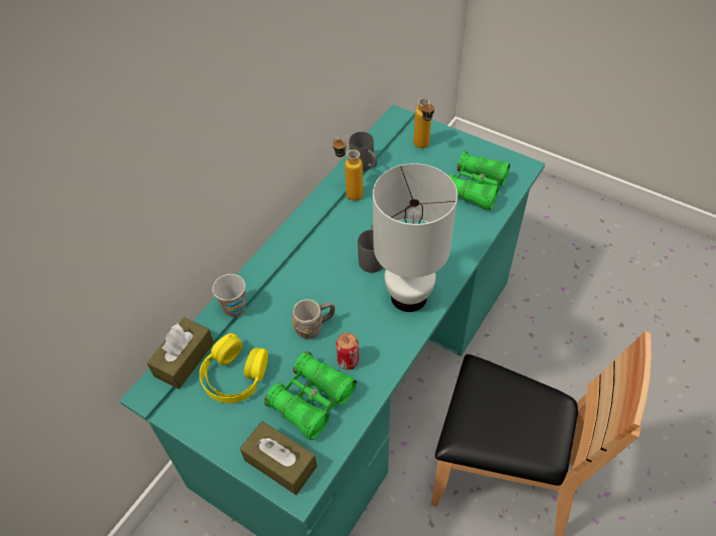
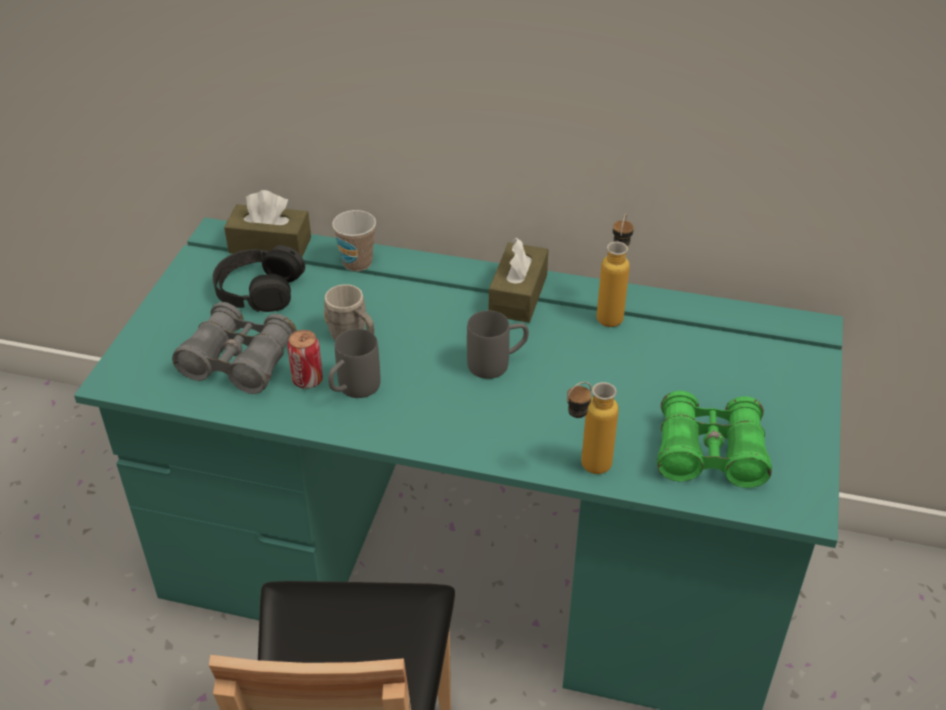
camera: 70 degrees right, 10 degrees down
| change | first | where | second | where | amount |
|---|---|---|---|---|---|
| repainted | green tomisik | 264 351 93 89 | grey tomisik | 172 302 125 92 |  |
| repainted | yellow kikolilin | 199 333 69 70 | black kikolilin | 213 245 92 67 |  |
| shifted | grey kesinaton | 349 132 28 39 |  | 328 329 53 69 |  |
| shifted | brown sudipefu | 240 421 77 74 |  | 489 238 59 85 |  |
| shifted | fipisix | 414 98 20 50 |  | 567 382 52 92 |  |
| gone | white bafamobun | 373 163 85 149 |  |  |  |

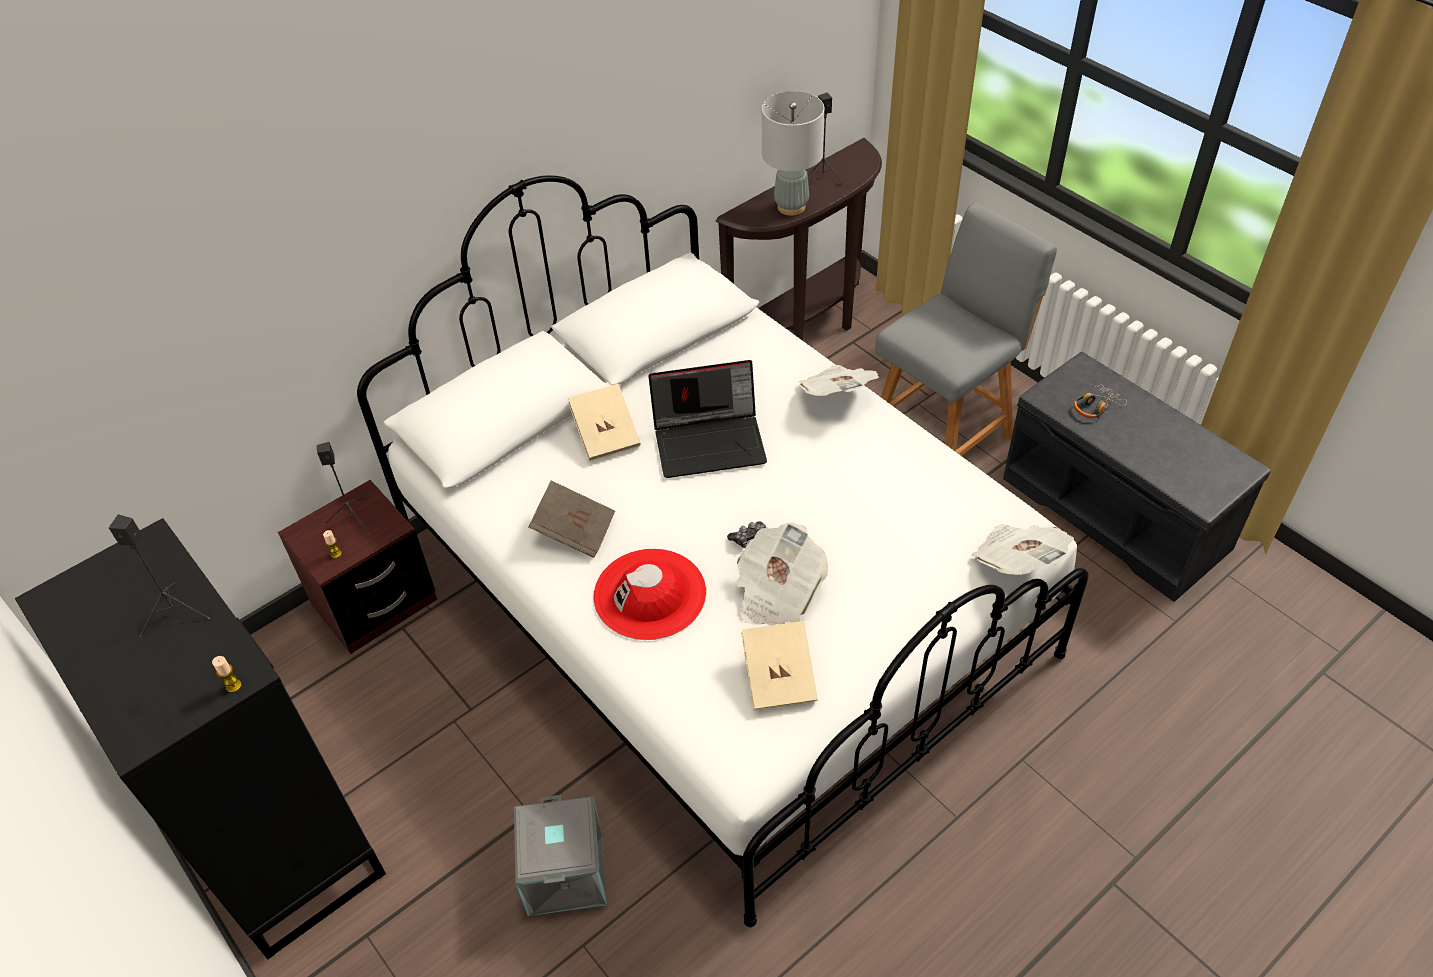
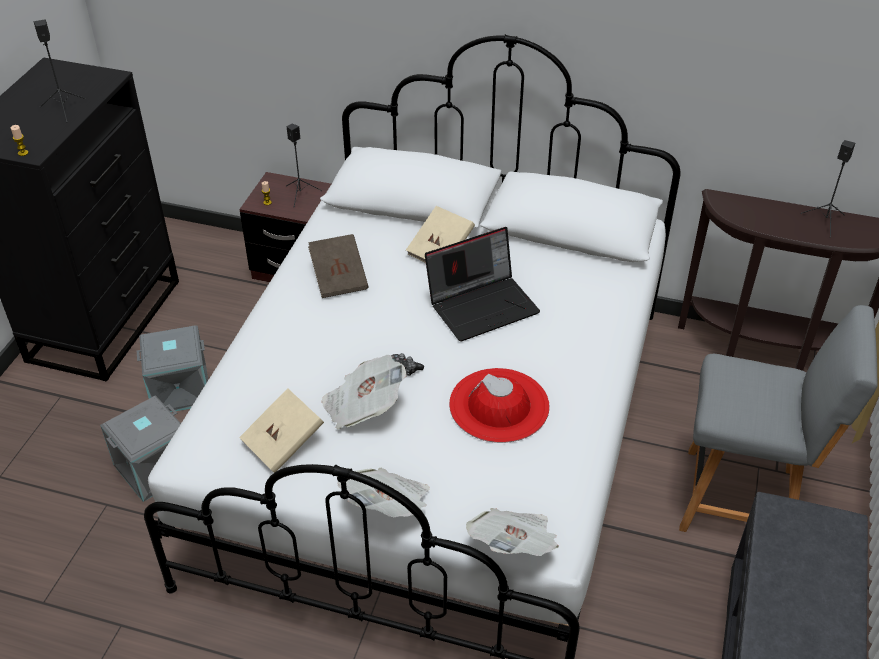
camera: 55 degrees right, 5 degrees down
| change | first | where | second | where | amount |
|---|---|---|---|---|---|
| new |  |  | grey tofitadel | 137 325 71 87 |  |
| shifted | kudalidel | 798 365 81 31 |  | 337 468 93 49 |  |
| rotated | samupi | 648 360 119 118 |  | 425 227 115 114 | 75 degrees counterclockwise |
| shifted | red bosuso | 593 549 113 91 |  | 449 368 101 75 |  |
| gone | grey bafamobun | 762 91 62 125 |  |  |  |
| gone | kikolilin | 1074 384 53 34 |  |  |  |

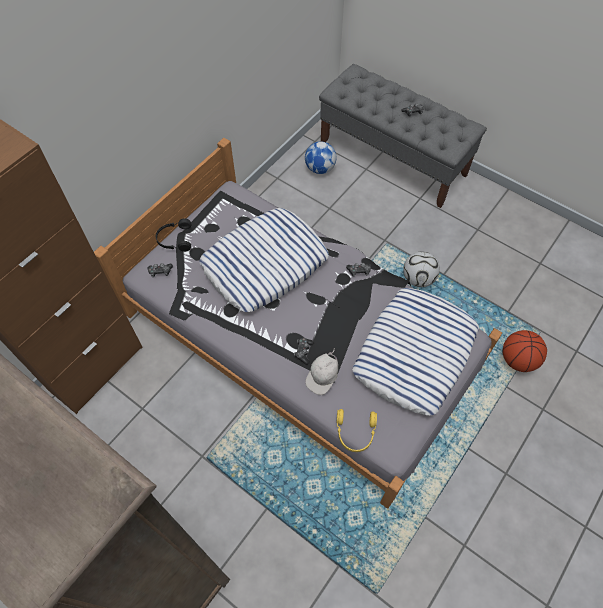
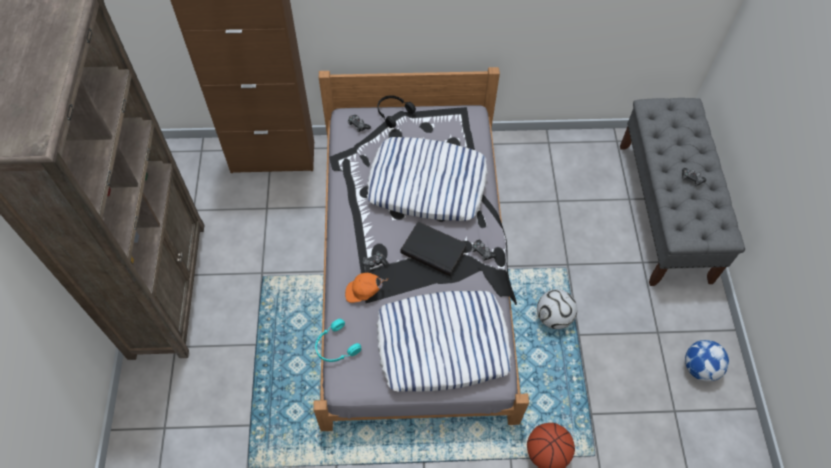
camera: 50 degrees right, 0 degrees up
| change | first | where | second | where | amount |
|---|---|---|---|---|---|
| repainted | yellow kikolilin | 337 409 40 43 | turquoise kikolilin | 315 319 47 43 |  |
| repainted | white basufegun | 305 348 33 47 | orange basufegun | 345 273 43 30 |  |
| new |  |  | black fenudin | 400 221 67 55 |  |
| shifted | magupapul | 305 141 31 33 |  | 685 340 44 42 |  |

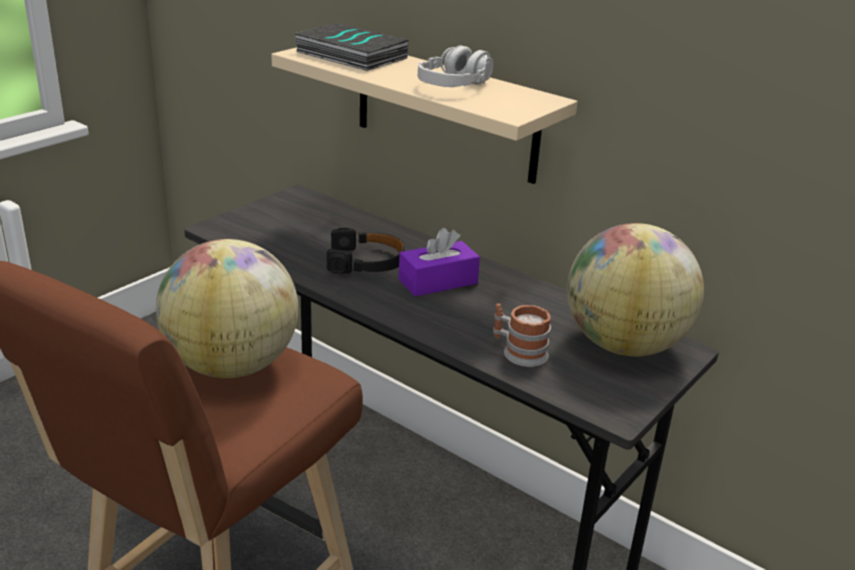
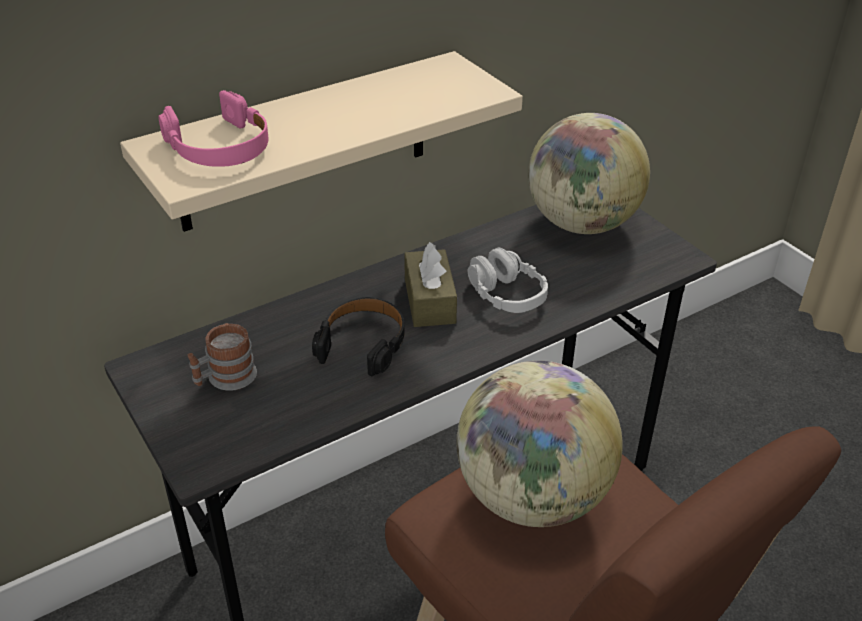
camera: 70 degrees left, 10 degrees up
| change | first | where | second | where | amount |
|---|---|---|---|---|---|
| swapped | fenudin | 294 23 114 48 | pink kikolilin | 158 90 111 77 |  |
| shifted | kesinaton | 493 303 58 64 |  | 188 323 69 68 |  |
| repainted | purple sudipefu | 399 228 81 68 | brown sudipefu | 404 242 53 85 |  |
| shifted | grey kikolilin | 418 45 75 42 |  | 467 247 81 66 |  |

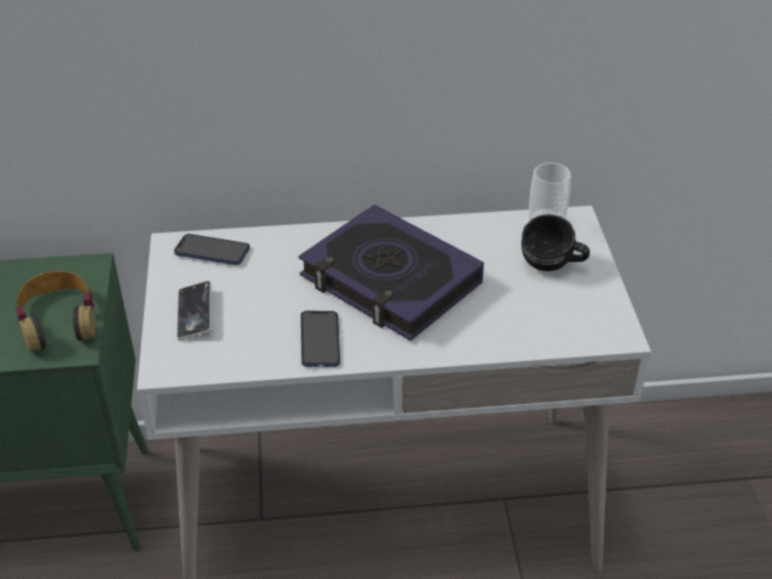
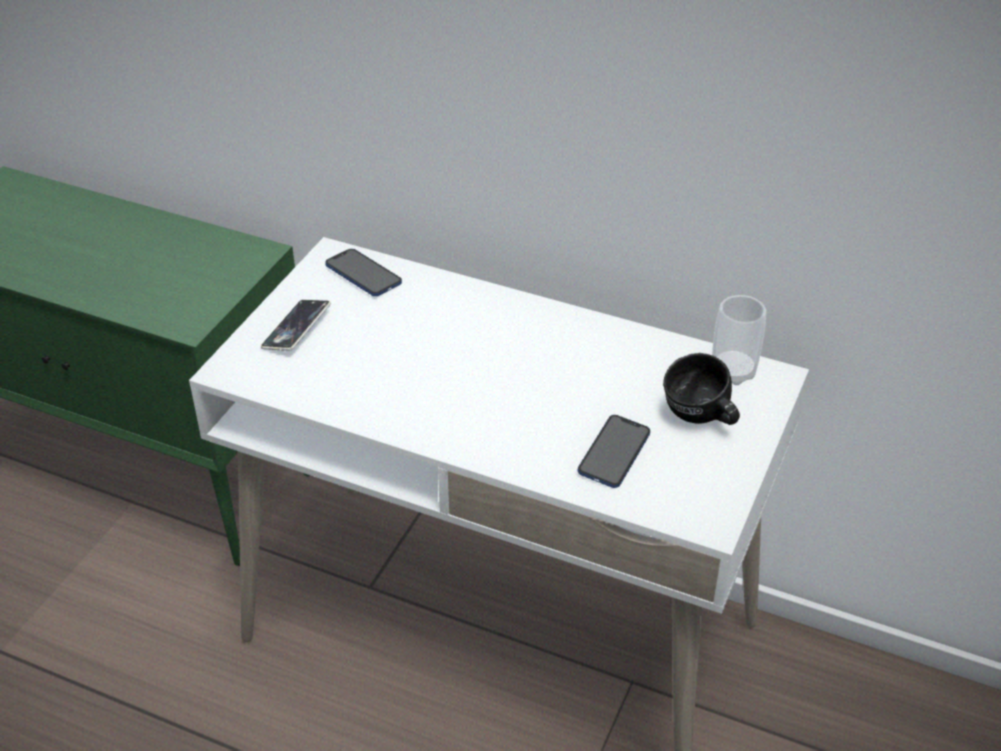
camera: 30 degrees right, 0 degrees up
| change | first | where | second | where | amount |
|---|---|---|---|---|---|
| shifted | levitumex | 301 311 39 56 |  | 578 415 72 73 |  |
| gone | kikolilin | 15 271 80 80 |  |  |  |
| gone | fenudin | 298 204 186 137 |  |  |  |

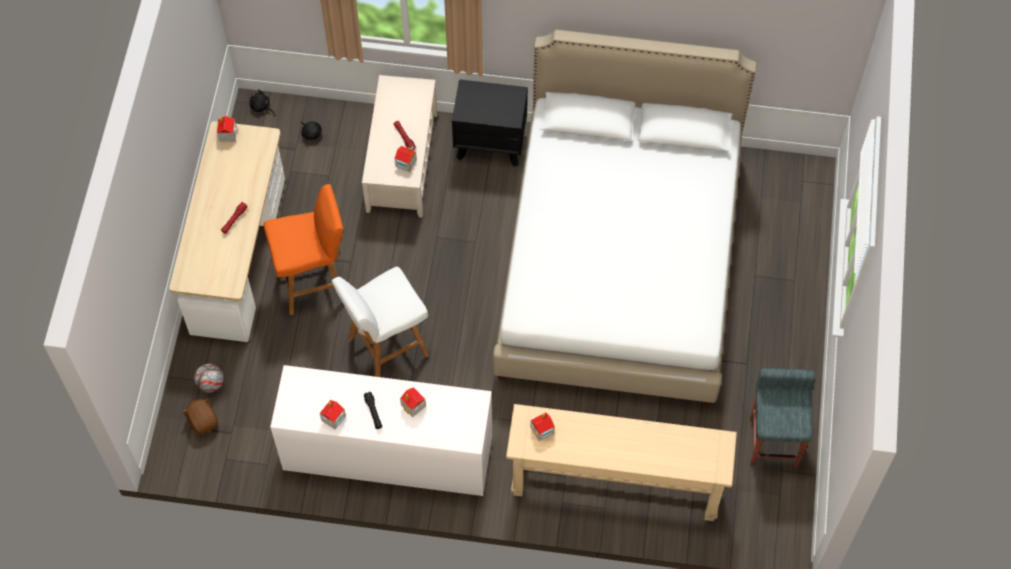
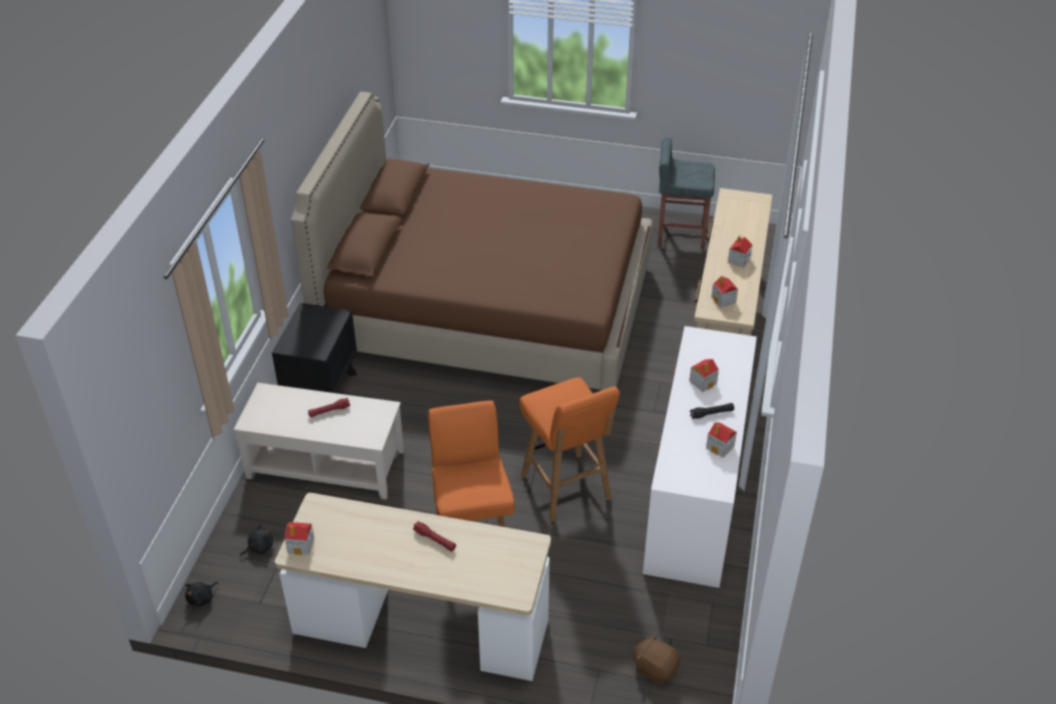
camera: 85 degrees left, 20 degrees down
| change | first | where | second | where | amount |
|---|---|---|---|---|---|
| repainted | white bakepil | 493 30 263 376 | brown bakepil | 291 92 362 298 |  |
| repainted | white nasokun | 332 267 97 110 | orange nasokun | 520 377 100 145 |  |
| rotated | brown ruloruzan | 182 398 36 37 |  | 633 633 47 51 | 60 degrees clockwise |
| shifted | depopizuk | 395 146 22 26 |  | 728 235 24 33 |  |
| gone | magupapul | 194 363 30 29 |  |  |  |

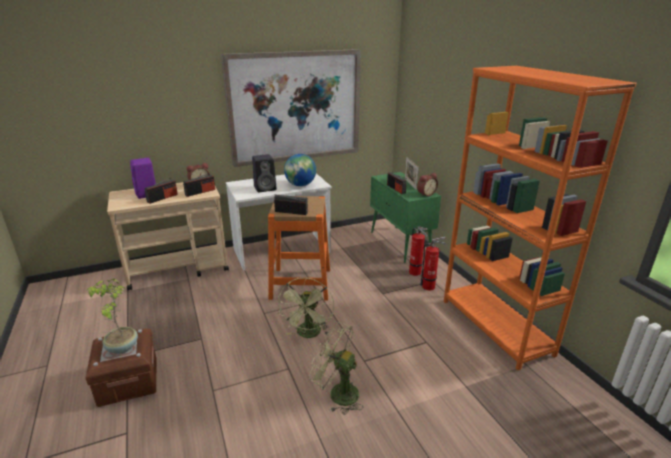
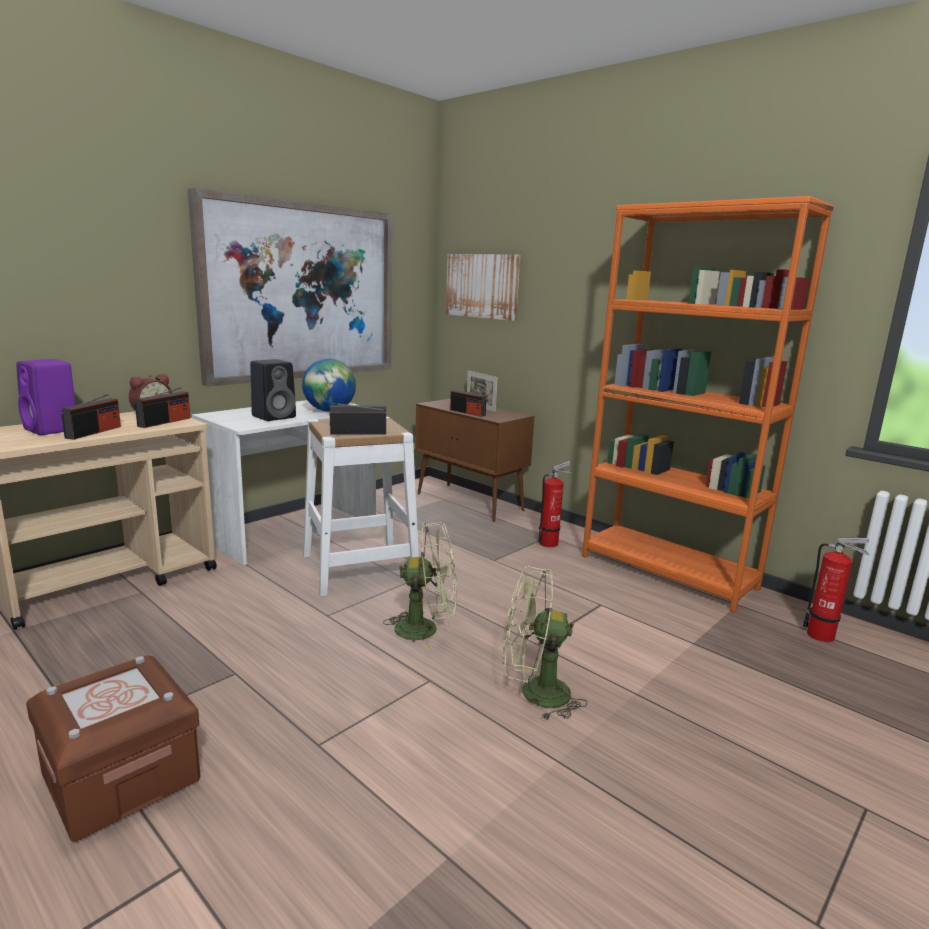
camera: 25 degrees left, 10 degrees down
| change | first | where | second | where | amount |
|---|---|---|---|---|---|
| repainted | orange nasokun | 268 196 62 104 | white nasokun | 303 417 116 179 |  |
| rotated | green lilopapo | 278 278 56 60 |  | 383 523 74 127 | 75 degrees counterclockwise |
| repainted | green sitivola | 370 172 71 91 | brown sitivola | 415 399 120 123 |  |
| new |  |  | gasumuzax | 446 254 74 67 |  |
| shifted | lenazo | 409 226 18 50 |  | 803 538 66 104 |  |
| gone | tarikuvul | 86 278 52 76 |  |  |  |
| gone | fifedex | 417 173 21 24 |  |  |  |

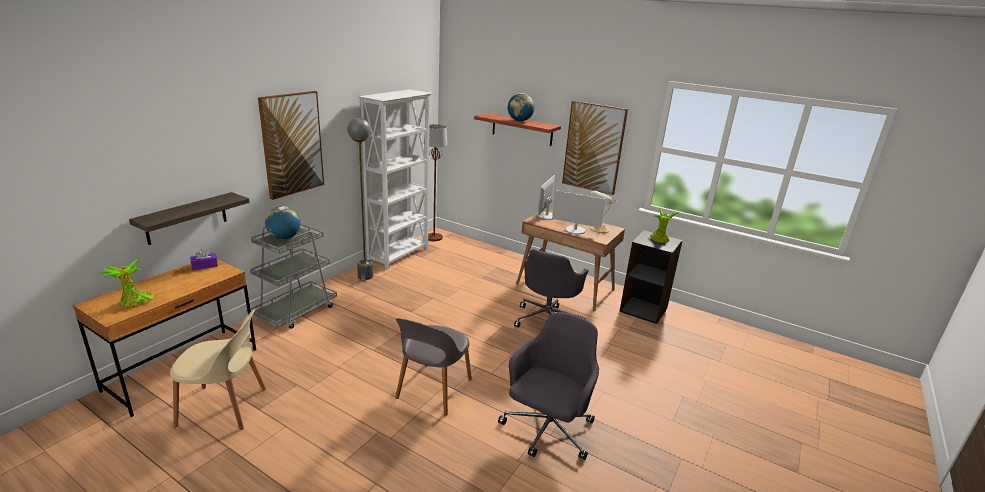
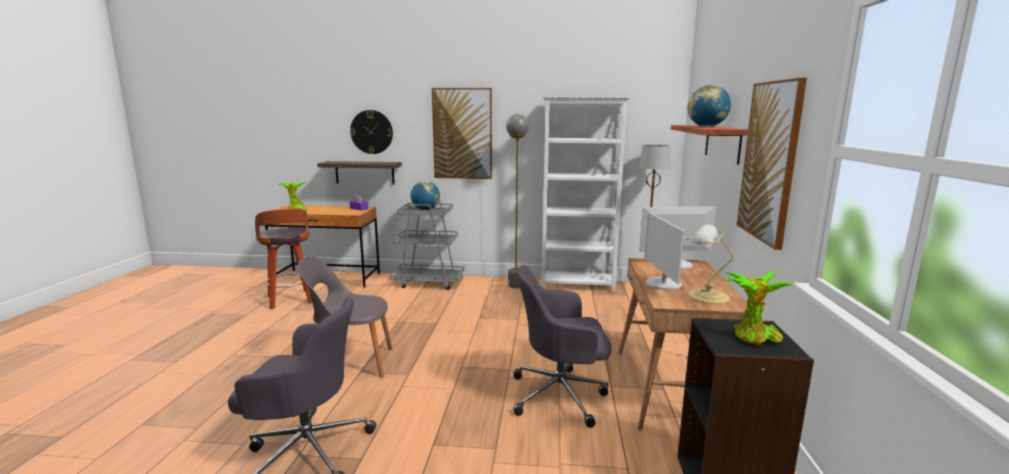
camera: 65 degrees right, 10 degrees down
| change | first | where | second | where | amount |
|---|---|---|---|---|---|
| swapped | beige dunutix | 170 308 96 122 | nasokun | 255 208 57 102 |  |
| new |  |  | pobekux | 350 110 43 44 |  |

